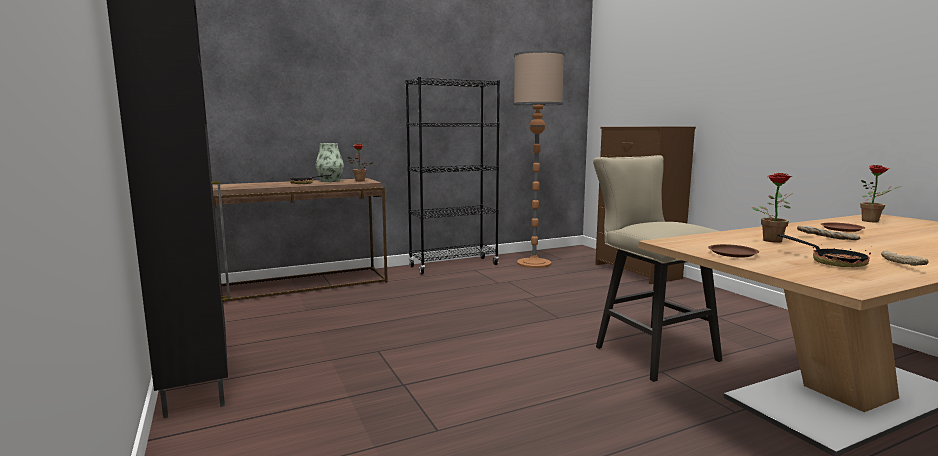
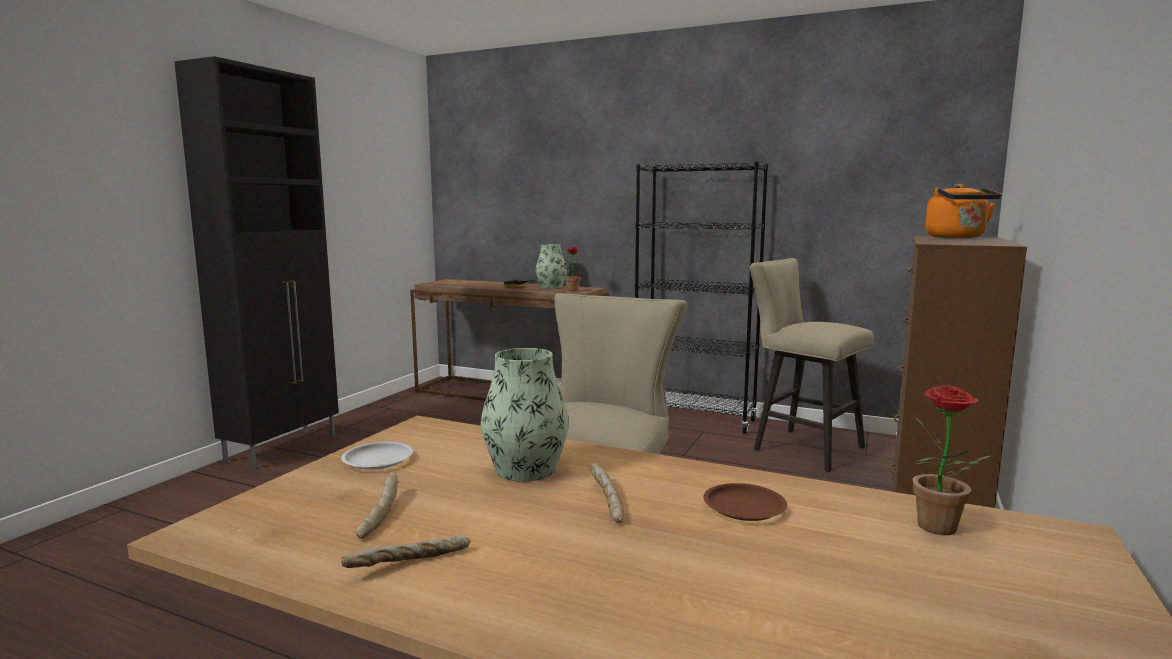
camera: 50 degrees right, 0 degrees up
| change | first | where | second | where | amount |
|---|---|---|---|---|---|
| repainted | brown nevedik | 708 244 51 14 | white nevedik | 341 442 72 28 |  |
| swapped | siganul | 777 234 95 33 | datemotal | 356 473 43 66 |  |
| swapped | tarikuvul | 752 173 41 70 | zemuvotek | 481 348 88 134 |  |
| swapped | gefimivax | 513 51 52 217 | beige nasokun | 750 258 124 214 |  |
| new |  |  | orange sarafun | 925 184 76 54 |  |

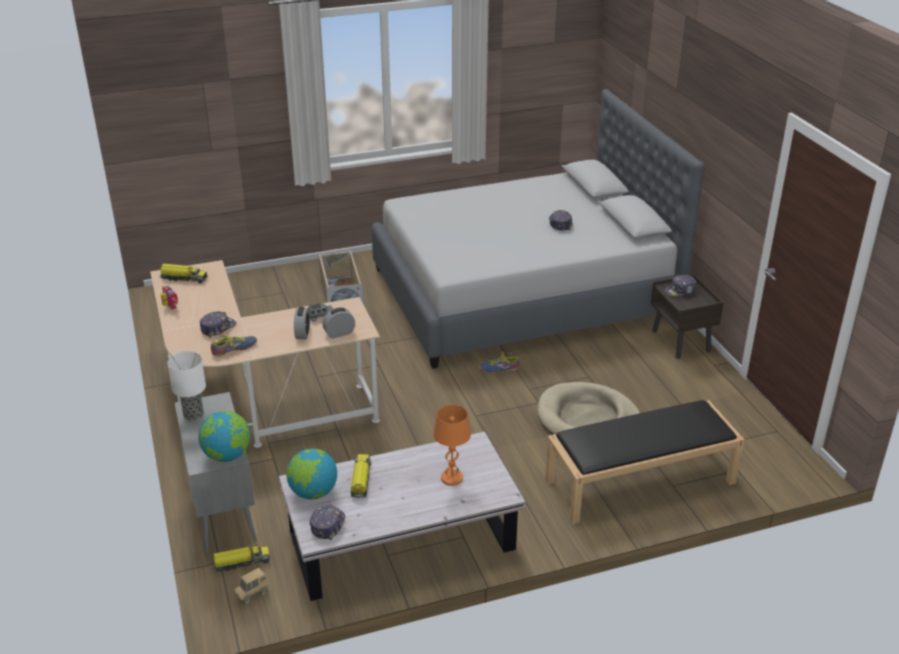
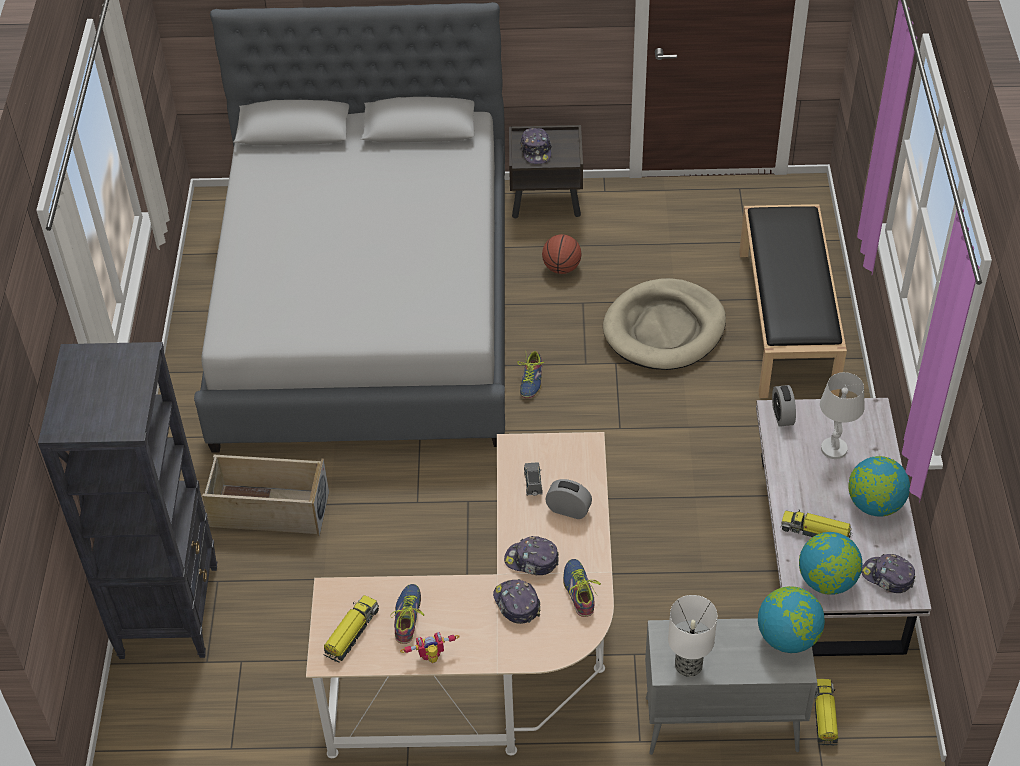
camera: 70 degrees left, 15 degrees up
| change | first | where | second | where | amount |
|---|---|---|---|---|---|
| new |  |  | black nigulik | 38 342 179 317 |  |
| new |  |  | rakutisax | 391 584 33 60 |  |
| shifted | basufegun | 549 210 24 20 |  | 504 536 55 39 |  |
| new |  |  | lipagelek | 542 234 40 40 |  |
| shifted | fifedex | 322 307 33 32 |  | 772 385 24 42 |  |
| repainted | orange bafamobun | 433 405 38 81 | white bafamobun | 820 372 45 87 |  |
| new |  |  | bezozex | 848 456 62 61 |  |
| gone | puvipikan | 234 568 36 37 |  |  |  |

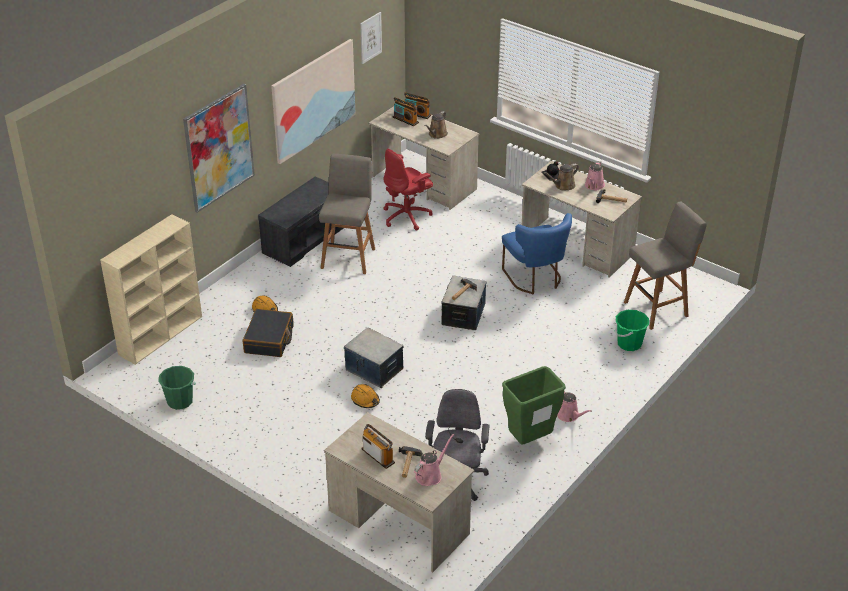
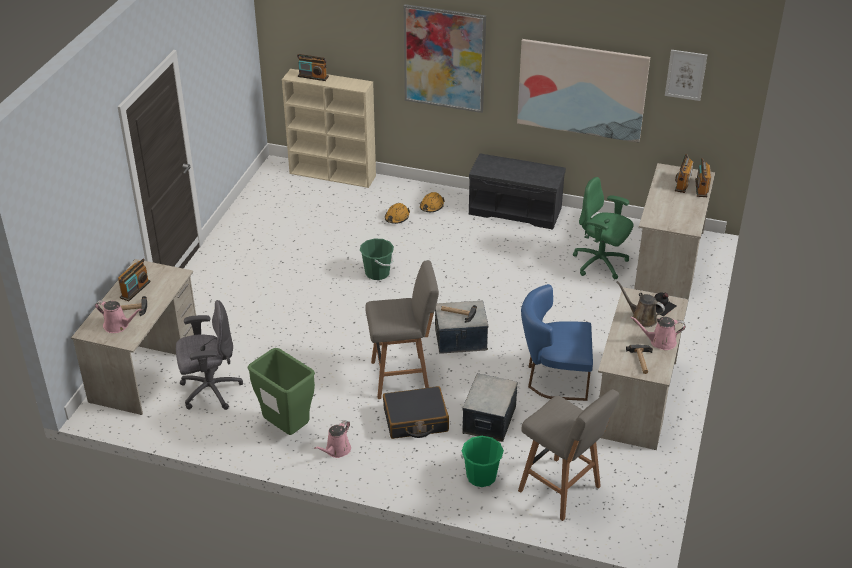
camera: 70 degrees right, 0 degrees up
| change | first | where | second | where | amount |
|---|---|---|---|---|---|
| new |  |  | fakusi | 297 54 32 27 |  |
| shifted | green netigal | 158 366 38 44 |  | 360 238 34 42 |  |
| shifted | grey nasokun | 319 154 56 120 |  | 365 260 74 139 |  |
| shifted | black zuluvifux | 243 309 51 48 |  | 383 386 66 53 |  |
| shifted | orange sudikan | 351 384 29 24 |  | 420 192 25 20 |  |
| shifted | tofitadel | 344 328 60 60 |  | 462 373 56 69 |  |
| rotated | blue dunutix | 502 213 70 81 |  | 521 284 72 117 | 45 degrees clockwise |
| repainted | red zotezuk | 383 149 50 82 | green zotezuk | 573 177 60 102 |  |
| gone | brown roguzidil | 424 111 24 28 |  |  |  |

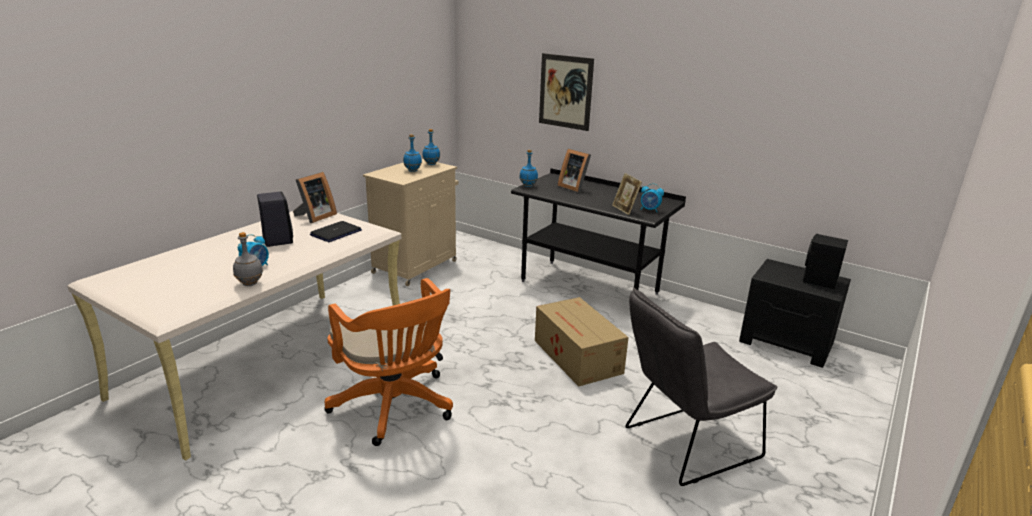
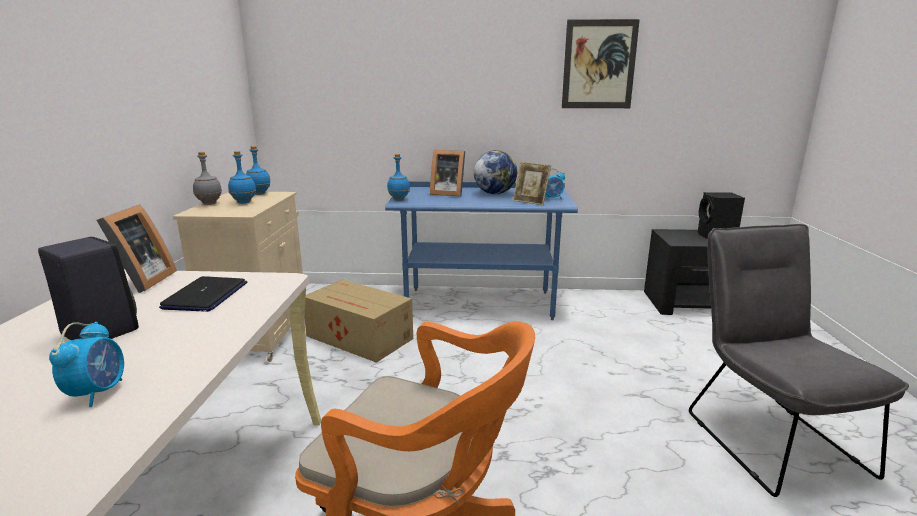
camera: 30 degrees left, 5 degrees down
| change | first | where | second | where | amount |
|---|---|---|---|---|---|
| shifted | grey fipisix | 233 232 30 54 |  | 193 152 29 53 |  |
| shifted | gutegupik | 535 297 94 90 |  | 304 279 109 84 |  |
| repainted | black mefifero | 511 168 175 127 | blue mefifero | 385 181 193 139 |  |
| new |  |  | bezozex | 474 150 43 44 |  |
| shifted | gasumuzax | 539 53 55 78 |  | 562 19 78 89 |  |
| rotated | grey dunutix | 625 288 153 198 |  | 689 224 220 273 | 135 degrees clockwise |

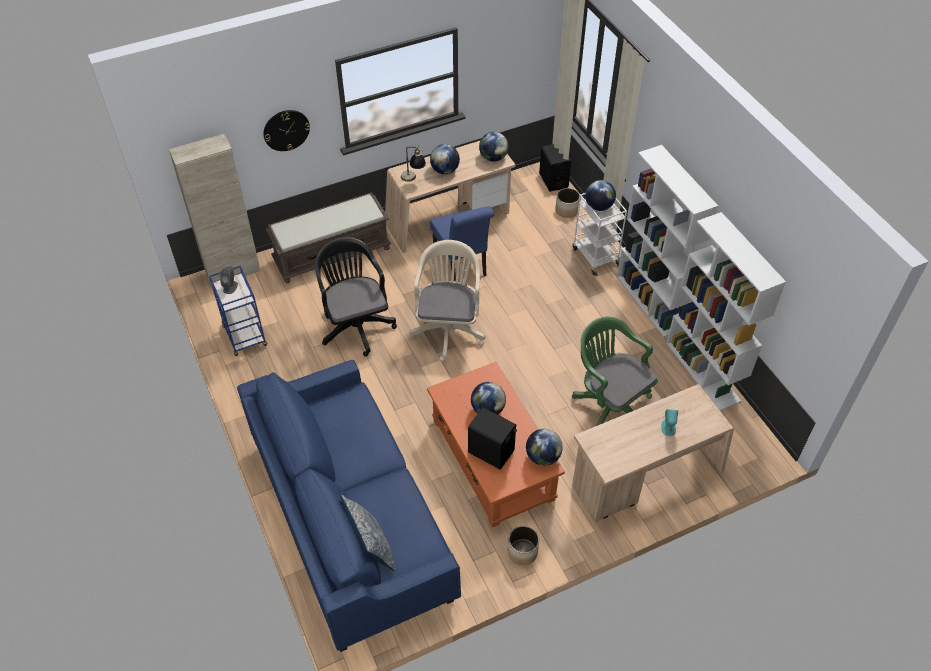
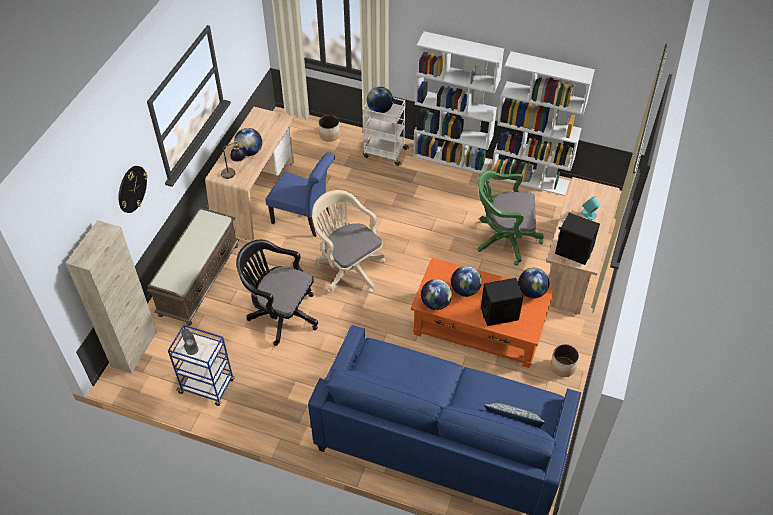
camera: 45 degrees left, 0 degrees up
| change | first | where | second | where | amount |
|---|---|---|---|---|---|
| shifted | bezozex | 479 132 30 30 |  | 421 279 31 31 |  |
| shifted | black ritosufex | 539 144 32 48 |  | 555 213 45 52 |  |

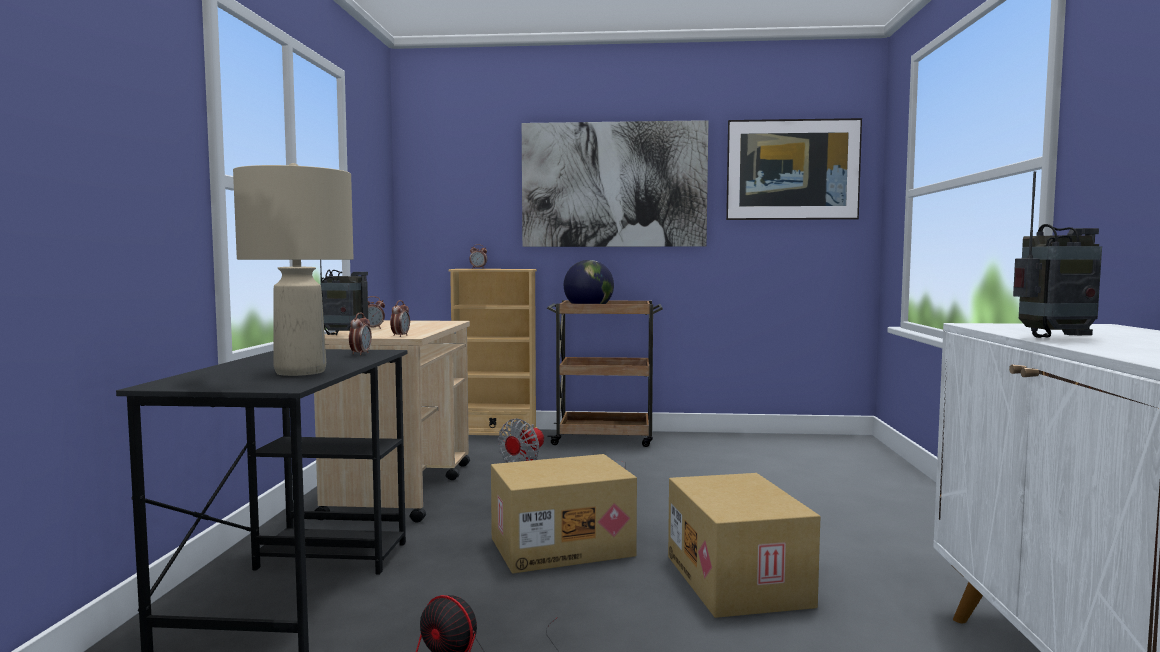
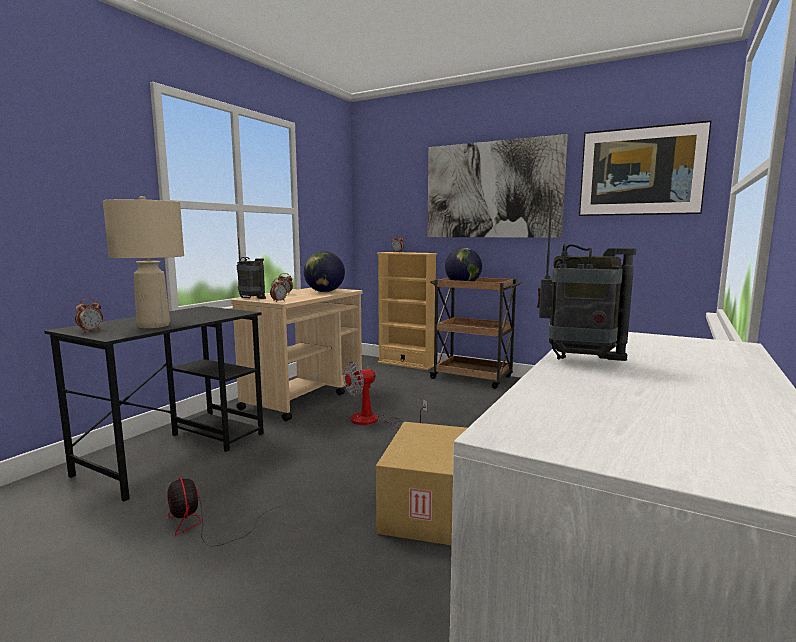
camera: 25 degrees right, 5 degrees up
| change | first | where | second | where | amount |
|---|---|---|---|---|---|
| shifted | fifedex | 349 313 23 42 |  | 75 299 28 33 |  |
| new |  |  | bezozex | 304 251 41 41 |  |
| gone | gutegupik | 491 454 146 120 |  |  |  |

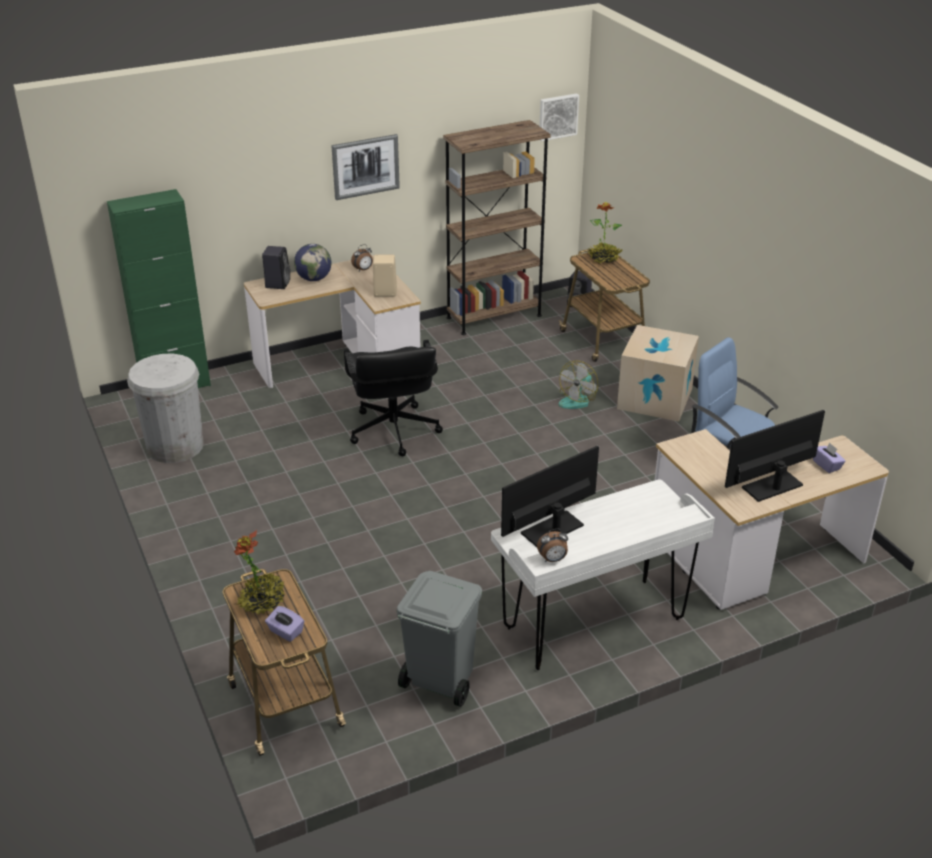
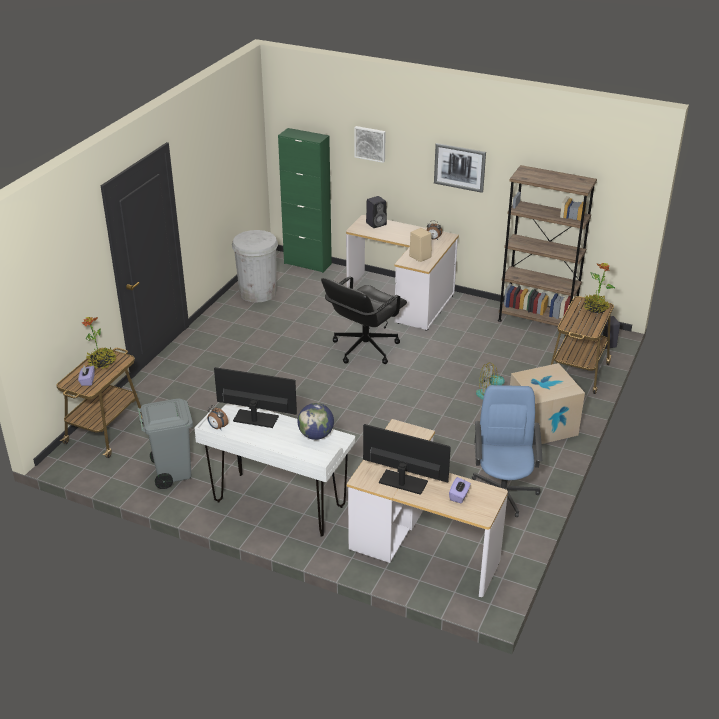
camera: 50 degrees right, 0 degrees up
| change | first | where | second | where | amount |
|---|---|---|---|---|---|
| shifted | bezozex | 294 244 37 37 |  | 298 403 36 37 |  |
| shifted | gasumuzax | 539 93 40 48 |  | 354 126 32 37 |  |

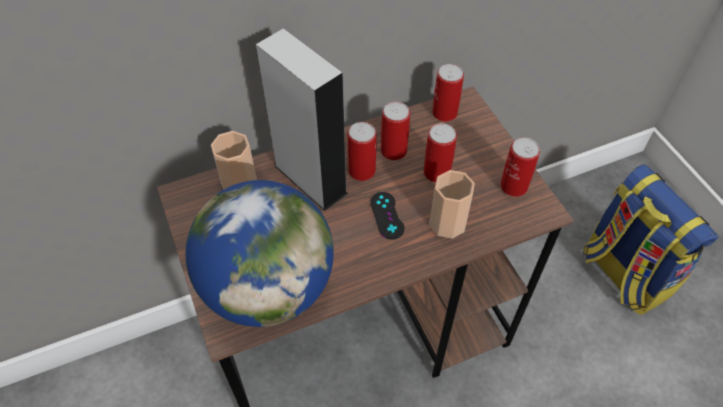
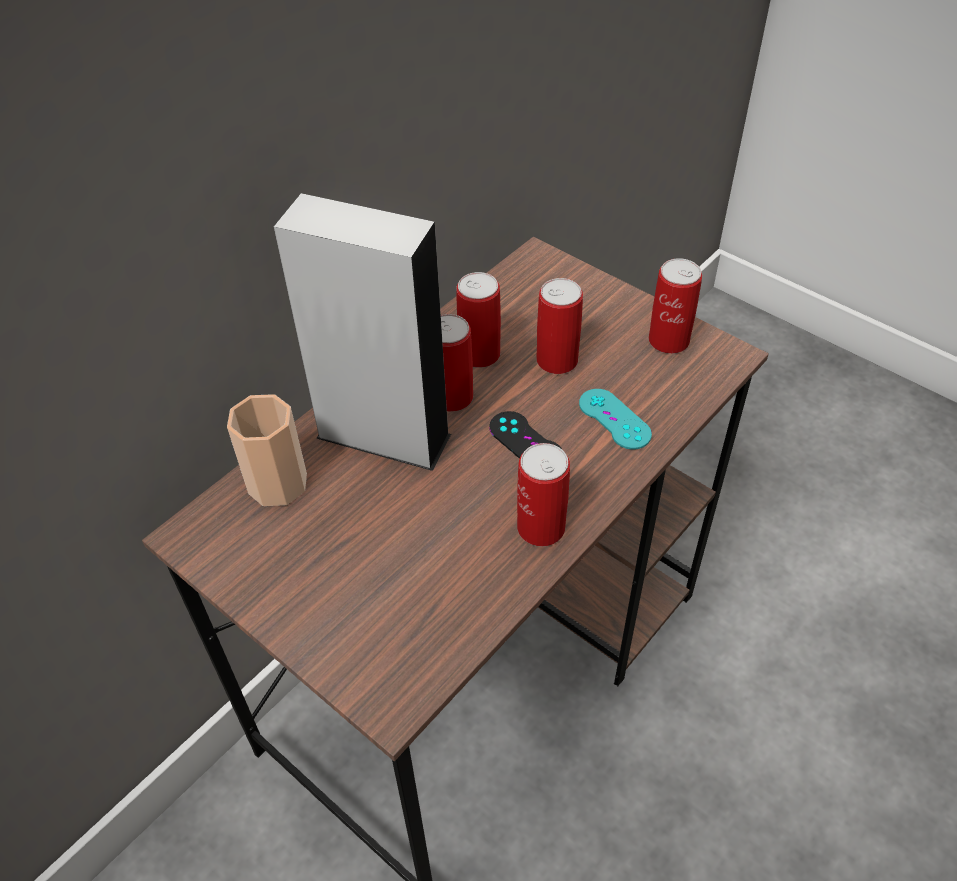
camera: 25 degrees left, 5 degrees down
| change | first | where | second | where | amount |
|---|---|---|---|---|---|
| shifted | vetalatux | 432 64 32 58 |  | 517 443 53 103 |  |
| swapped | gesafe | 429 170 46 68 | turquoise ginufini | 579 389 73 60 |  |
| gone | bezozex | 185 180 149 147 |  |  |  |
| gone | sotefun | 583 164 135 151 |  |  |  |

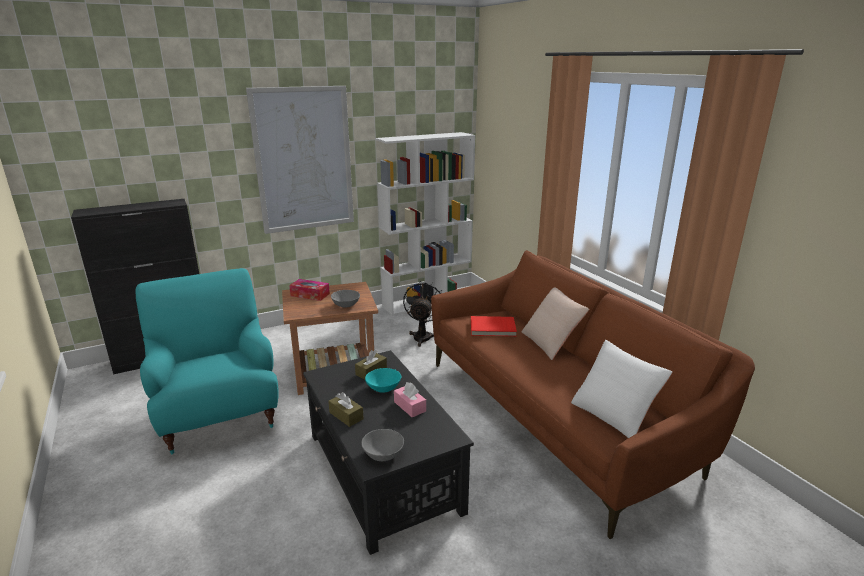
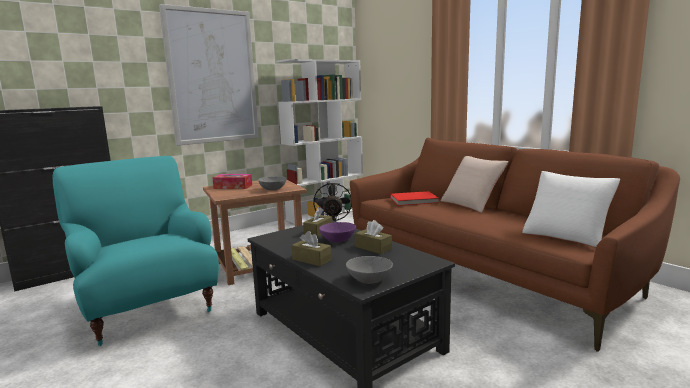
camera: 10 degrees left, 10 degrees down
| change | first | where | second | where | amount |
|---|---|---|---|---|---|
| repainted | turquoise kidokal | 365 368 36 25 | purple kidokal | 319 222 37 20 |  |
| repainted | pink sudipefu | 394 382 32 35 | brown sudipefu | 355 220 37 34 |  |

